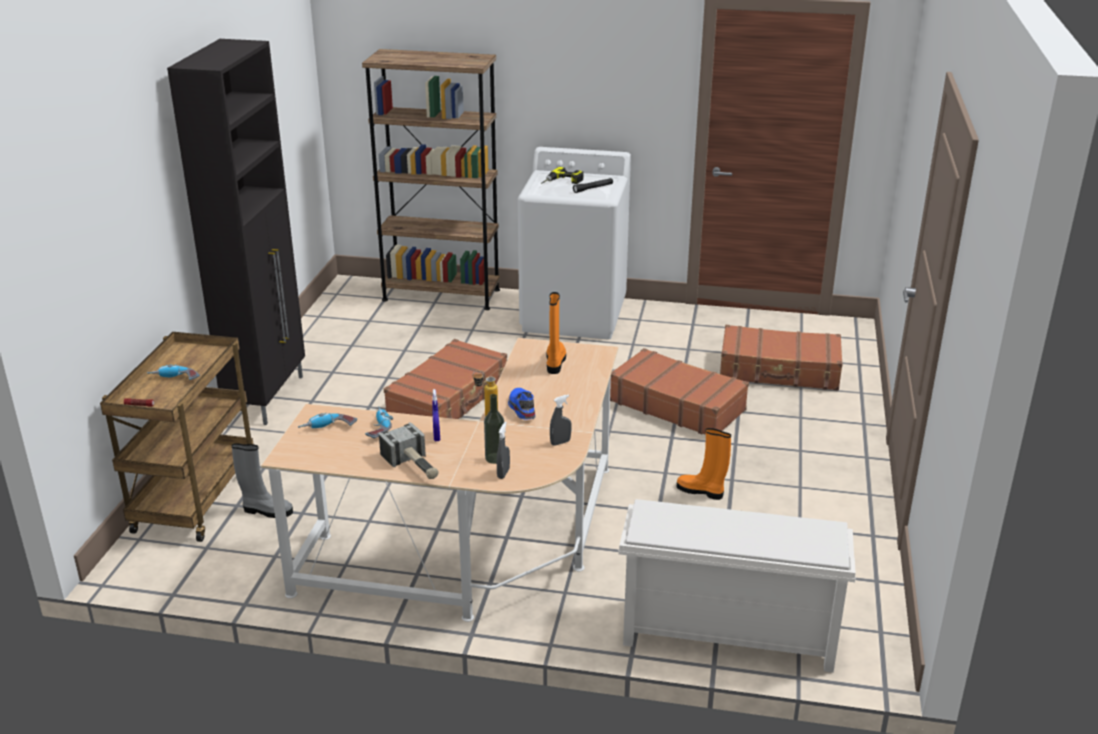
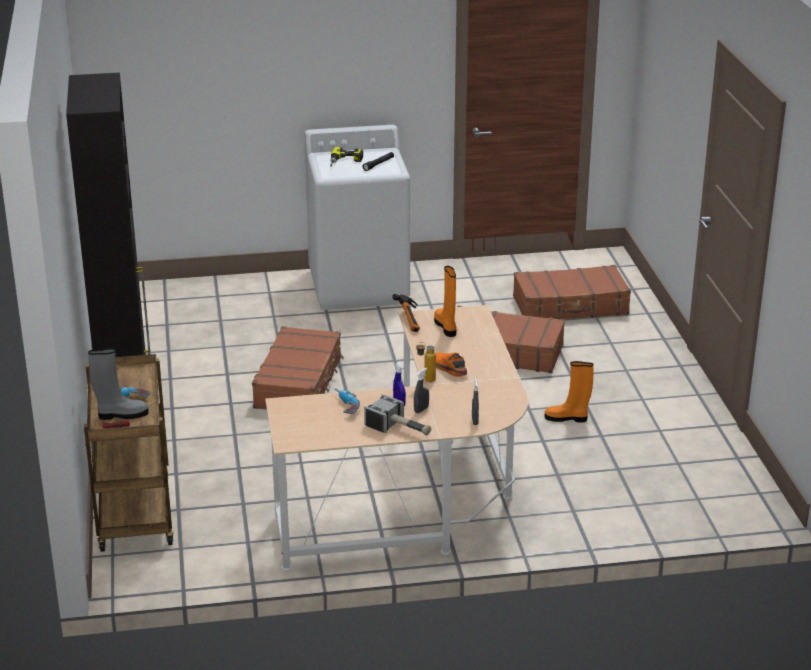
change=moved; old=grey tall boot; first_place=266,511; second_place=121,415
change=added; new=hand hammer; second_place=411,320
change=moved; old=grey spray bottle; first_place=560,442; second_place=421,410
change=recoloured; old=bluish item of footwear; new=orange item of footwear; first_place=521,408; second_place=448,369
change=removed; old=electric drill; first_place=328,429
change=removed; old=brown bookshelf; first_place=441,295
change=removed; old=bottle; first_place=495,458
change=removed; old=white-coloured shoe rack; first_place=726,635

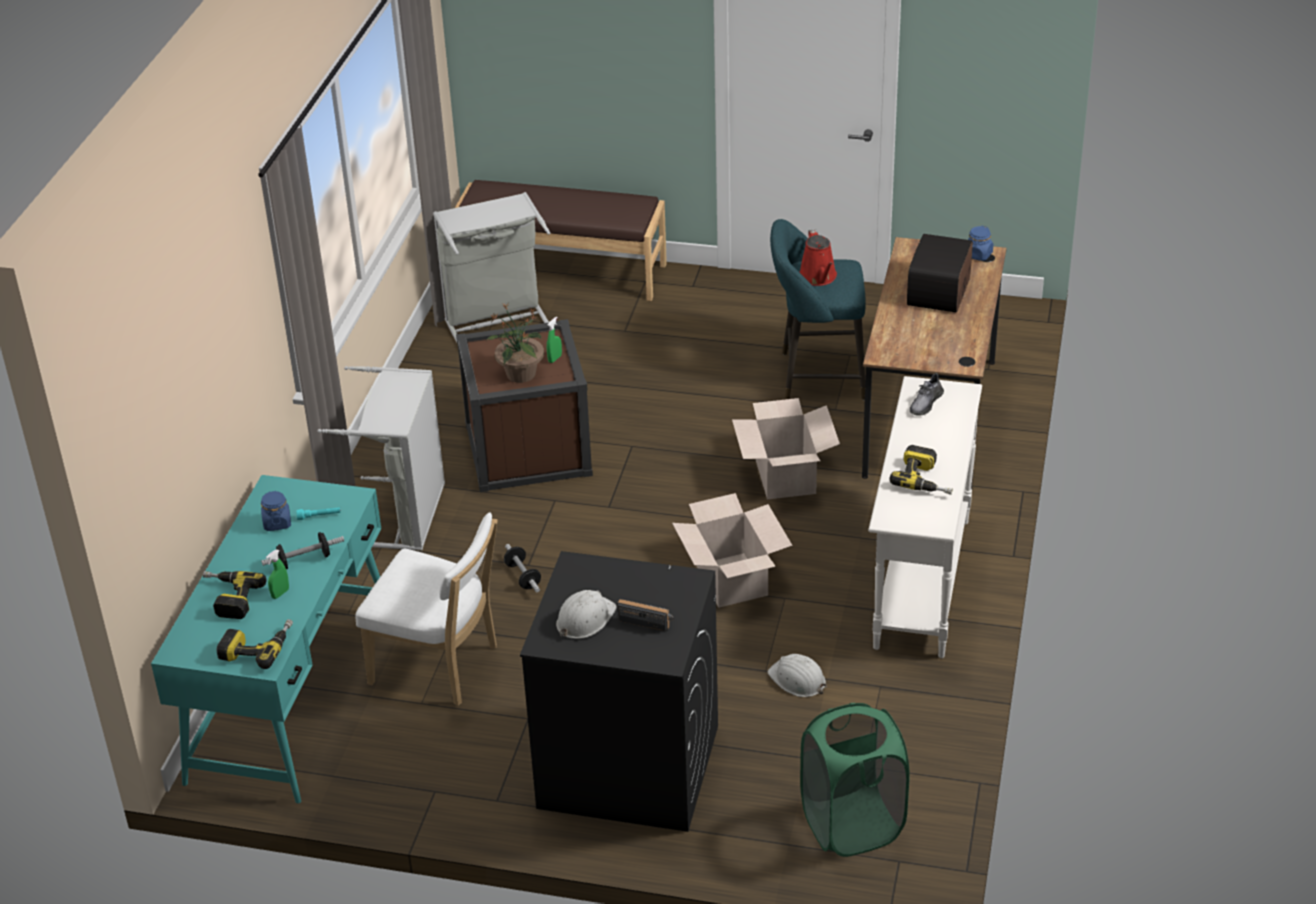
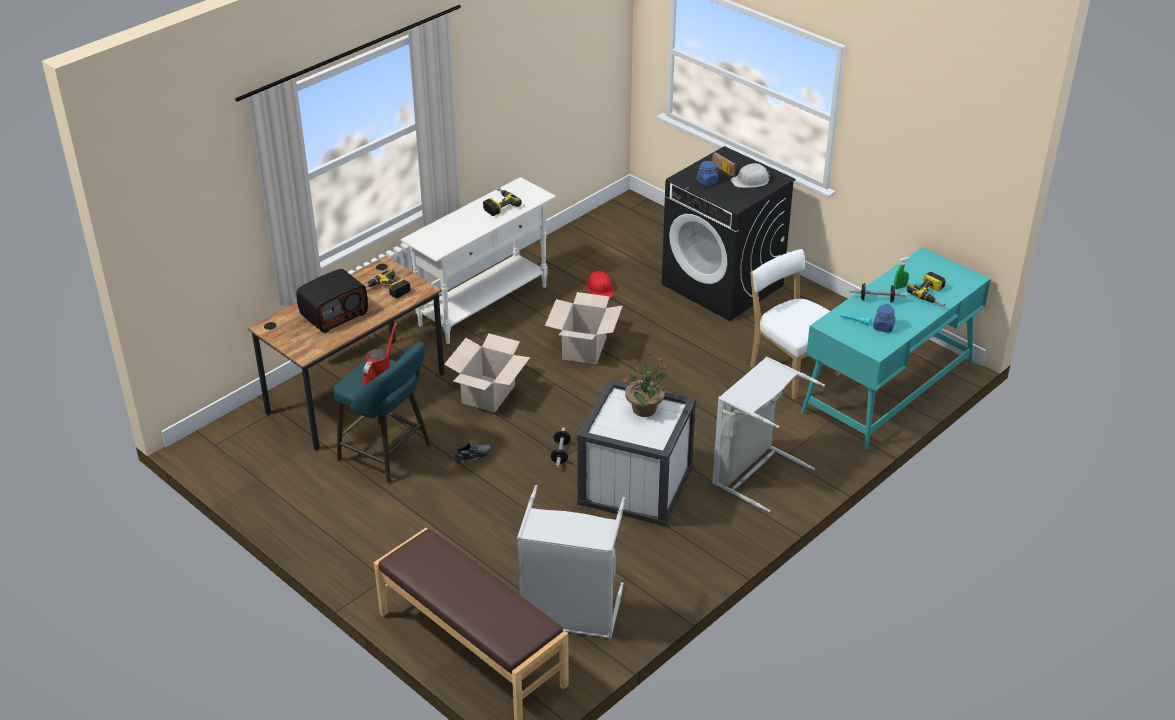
change=moved; old=electric drill; first_place=257,647; second_place=385,291
change=moved; old=grey item of footwear; first_place=925,403; second_place=473,456
change=moved; old=free weight; first_place=523,576; second_place=560,453
change=recoloured; old=brown storage bin; new=white-coloured storage bin; first_place=527,449; second_place=635,486
change=recoloured; old=white-coloured hard hat; new=red hard hat; first_place=797,680; second_place=600,288
change=moved; old=bluish preserve jar; first_place=978,255; second_place=707,181
change=removed; old=greenish spray bottle; first_place=555,358
change=removed; old=greenish hamper; first_place=852,825

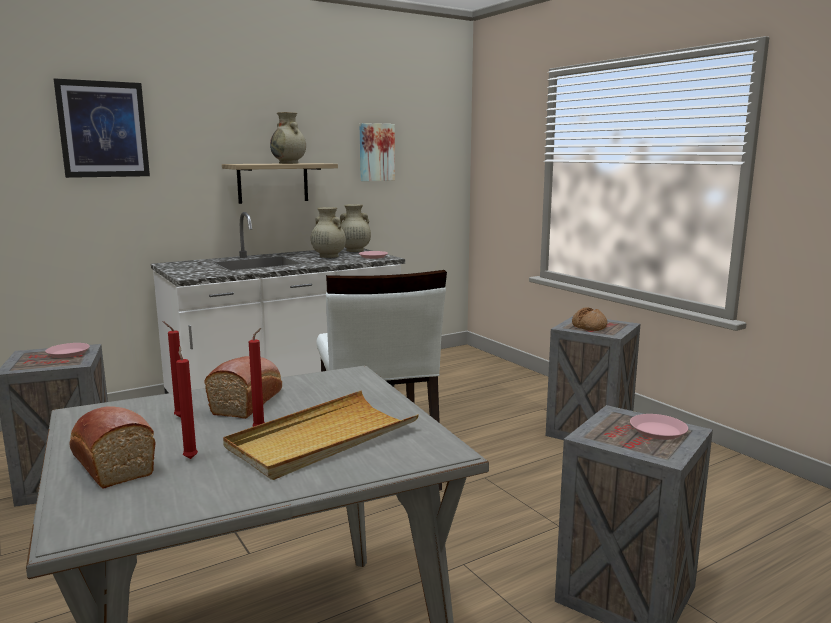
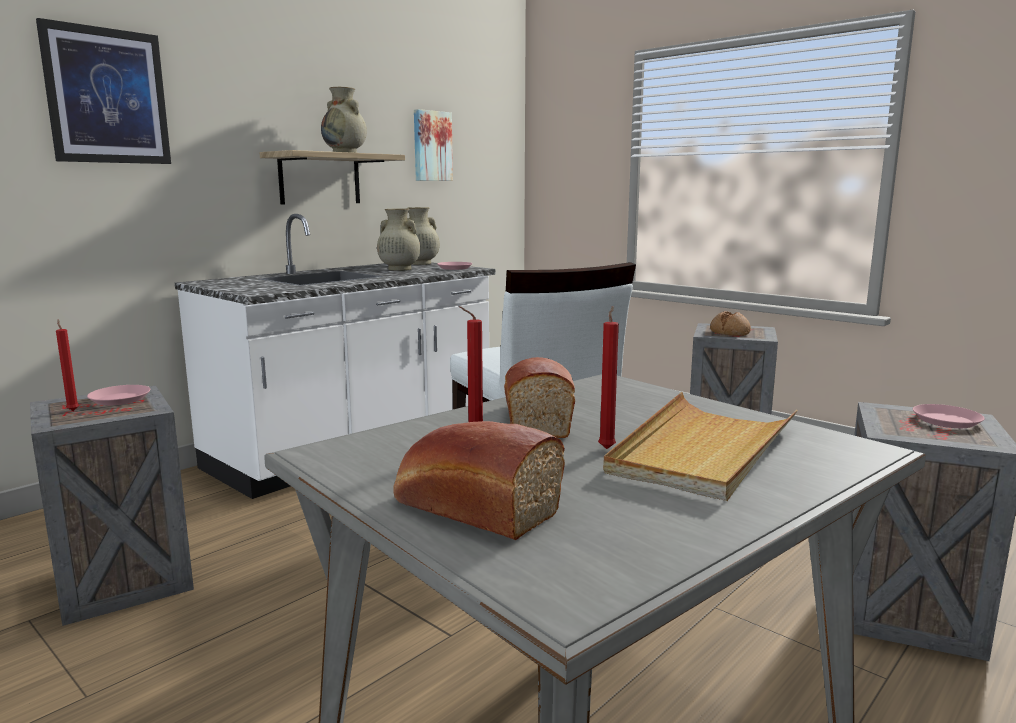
change=moved; old=red wax candle; first_place=190,457; second_place=73,410

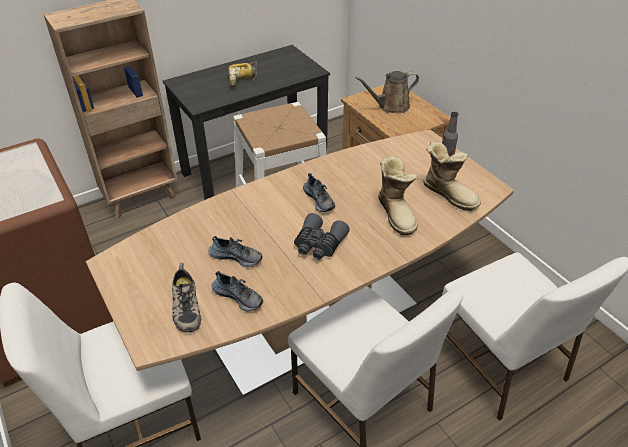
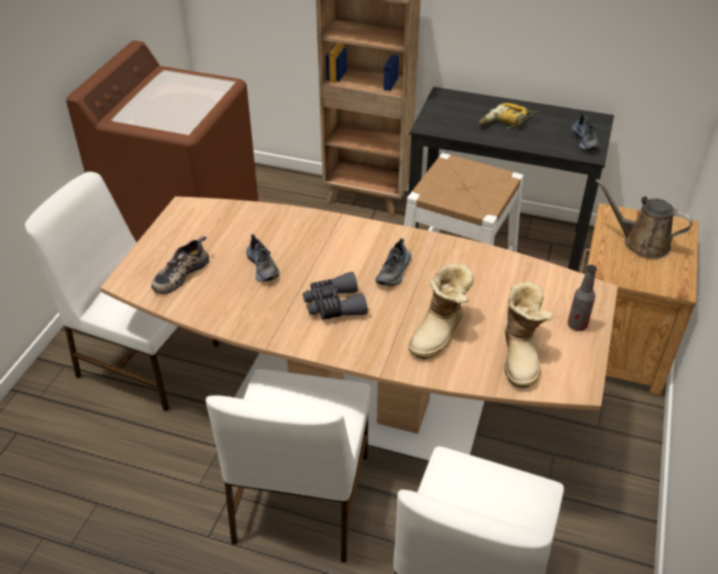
change=moved; old=item of footwear; first_place=238,296; second_place=585,141

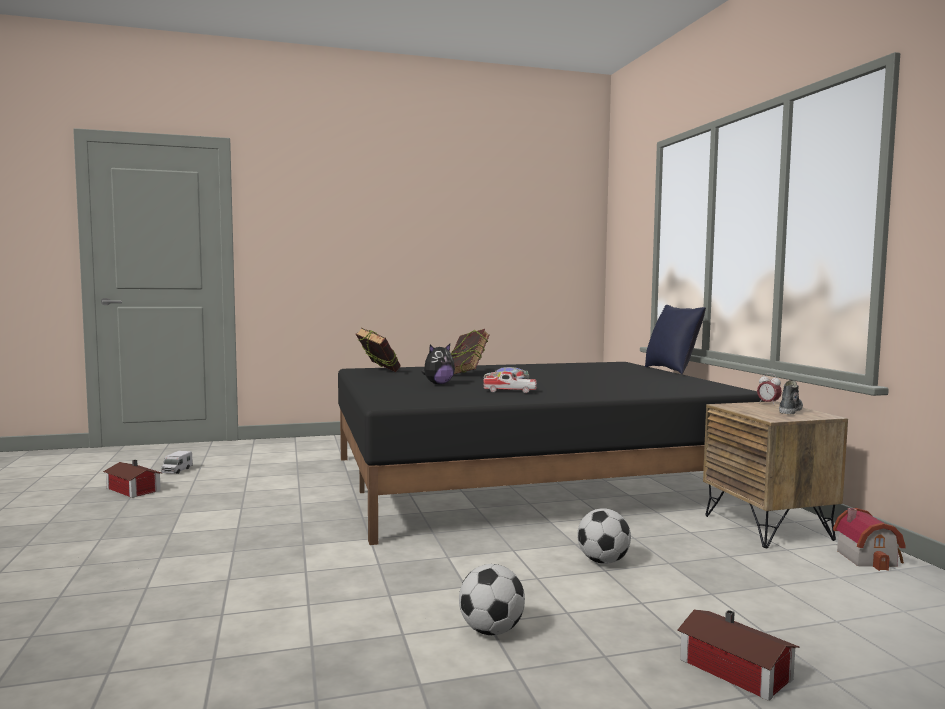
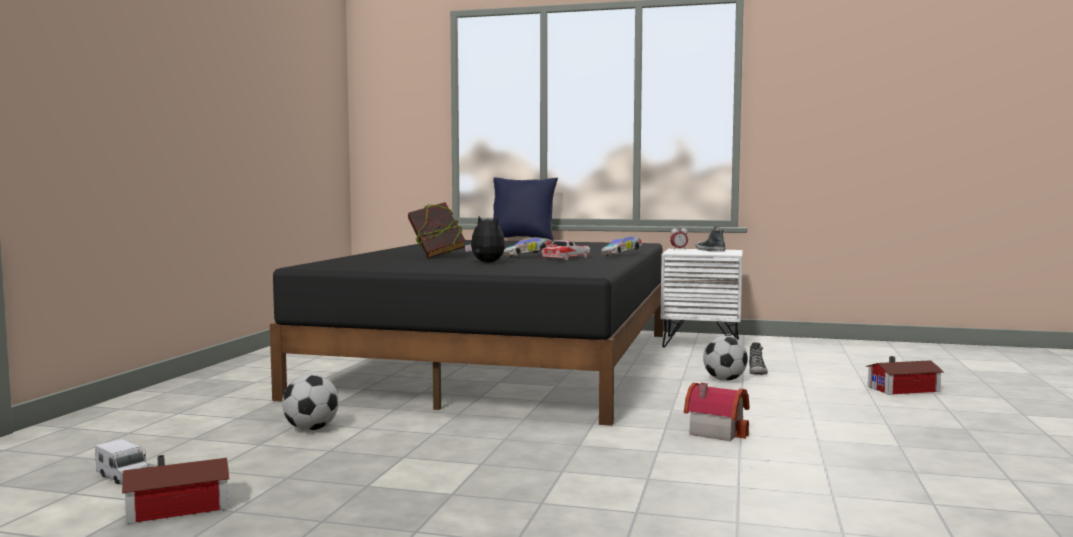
change=moved; old=ball for football; first_place=492,630; second_place=311,429
change=turned; old=plush toy; first_place=438,384; second_place=486,263; degrees=-45
change=added; new=toy car; second_place=622,255
change=recoloured; old=brown bedside table; new=white-coloured bedside table; first_place=768,527; second_place=701,343
change=moved; old=toy house; first_place=869,558; second_place=716,431
change=added; new=item of footwear; second_place=757,372
change=removed; old=bound book; first_place=378,372

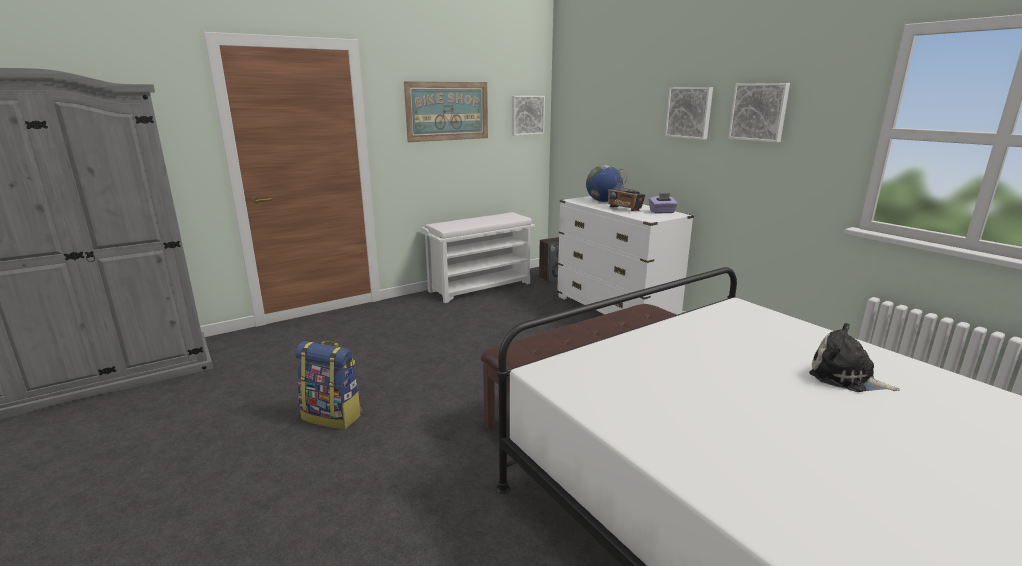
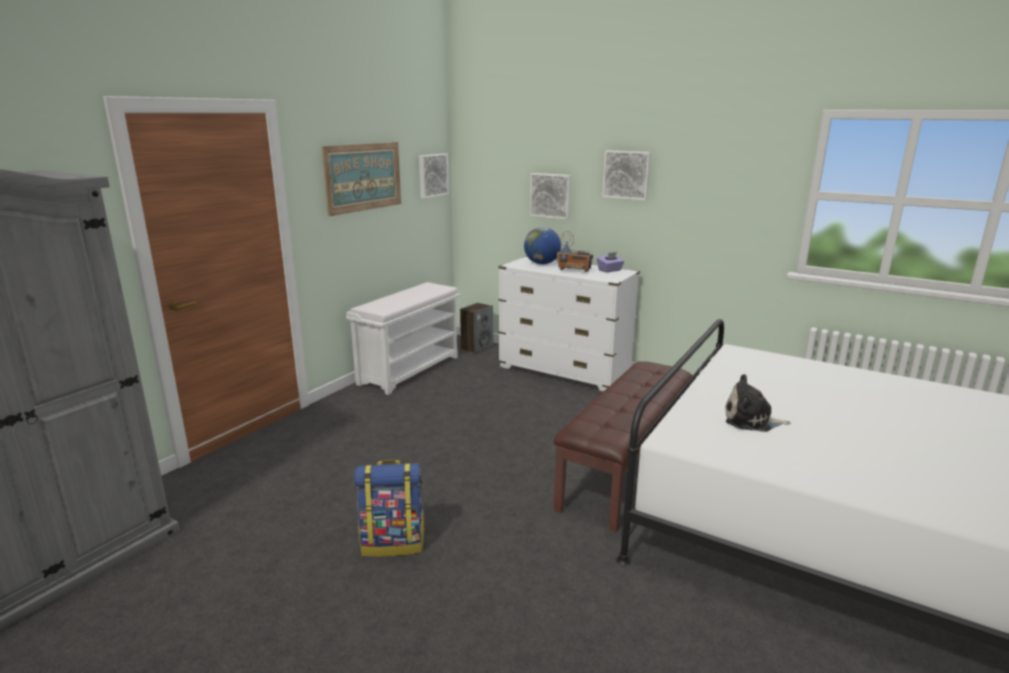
change=moved; old=wall picture; first_place=759,112; second_place=551,195
change=moved; old=plush toy; first_place=846,377; second_place=751,420

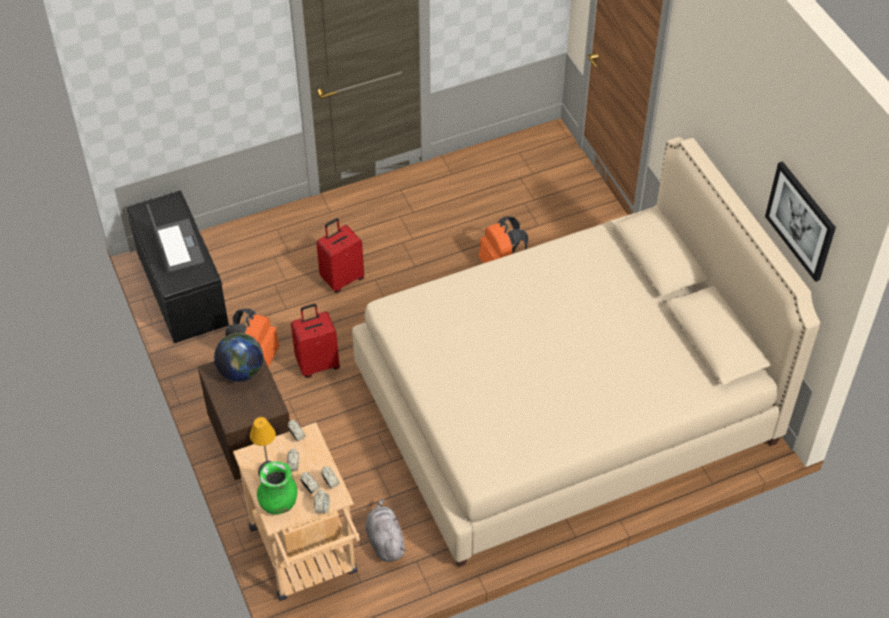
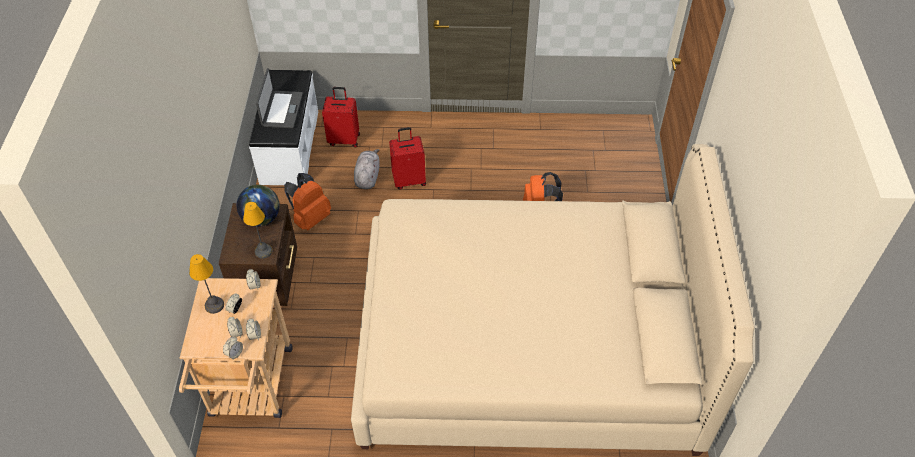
change=added; new=table lamp; second_place=263,251
change=recoloured; old=black bench; new=white-coloured bench; first_place=181,289; second_place=289,147
change=moved; old=red piece of luggage; first_place=317,364; second_place=344,139
change=moved; old=grey plush toy; first_place=385,541; second_place=367,177
change=removed; old=greenish flower vase; first_place=279,502
change=removed; old=wall picture; first_place=801,220

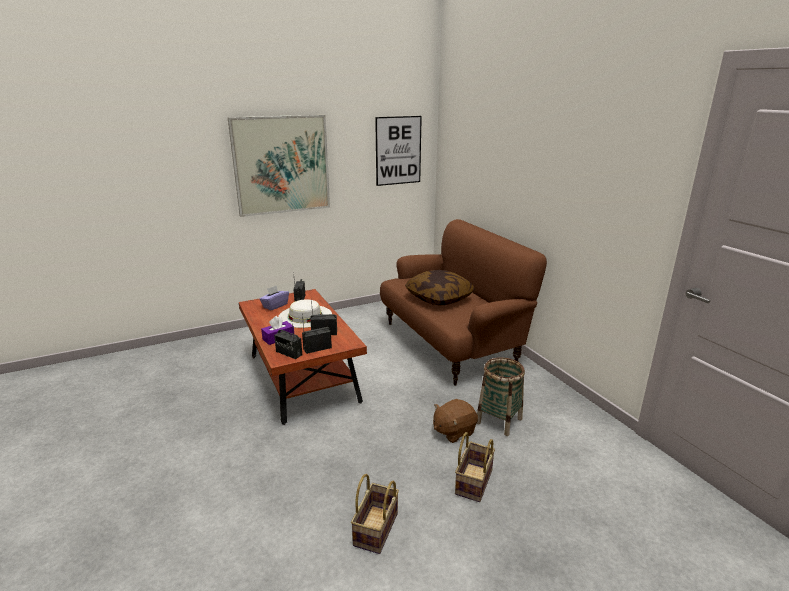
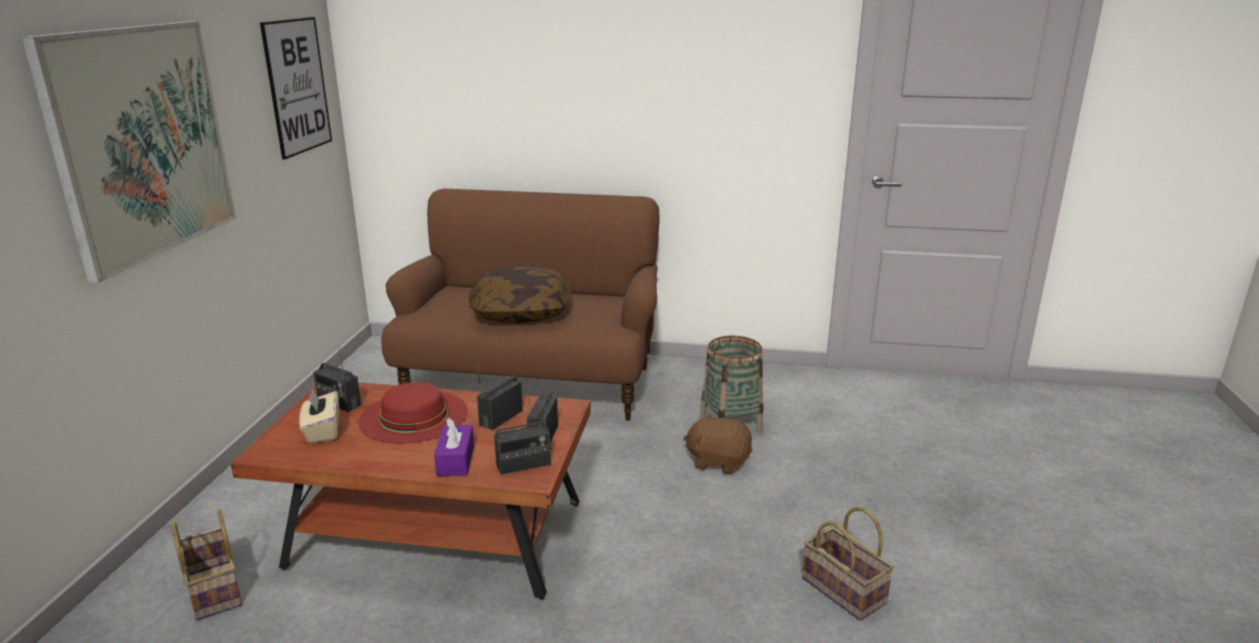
change=moved; old=storage basket; first_place=473,481; second_place=212,590
change=recoloured; old=purple box of tissues; new=beige-coloured box of tissues; first_place=275,306; second_place=322,431
change=recoloured; old=white-coloured clothing hat; new=red clothing hat; first_place=305,316; second_place=413,416
change=turned; old=brown plush toy; first_place=453,431; second_place=718,461; degrees=105

